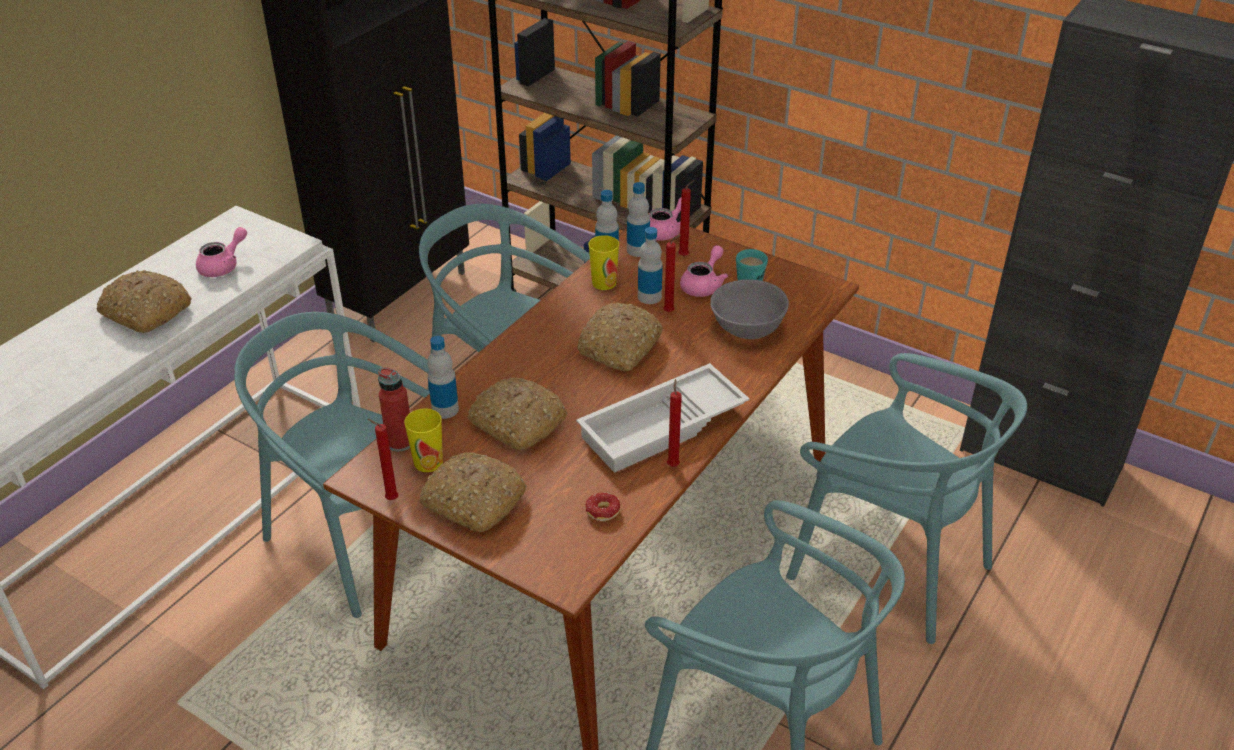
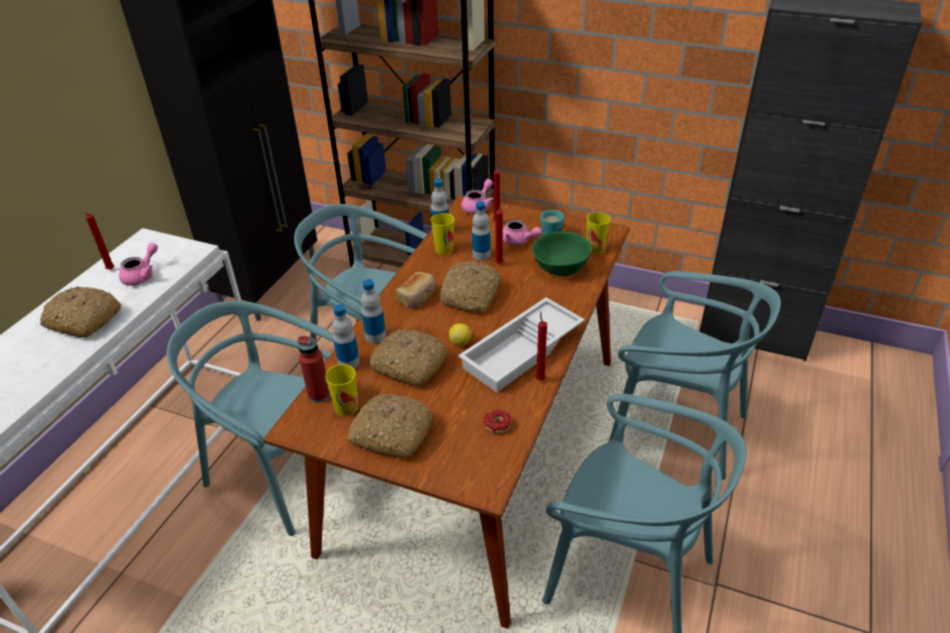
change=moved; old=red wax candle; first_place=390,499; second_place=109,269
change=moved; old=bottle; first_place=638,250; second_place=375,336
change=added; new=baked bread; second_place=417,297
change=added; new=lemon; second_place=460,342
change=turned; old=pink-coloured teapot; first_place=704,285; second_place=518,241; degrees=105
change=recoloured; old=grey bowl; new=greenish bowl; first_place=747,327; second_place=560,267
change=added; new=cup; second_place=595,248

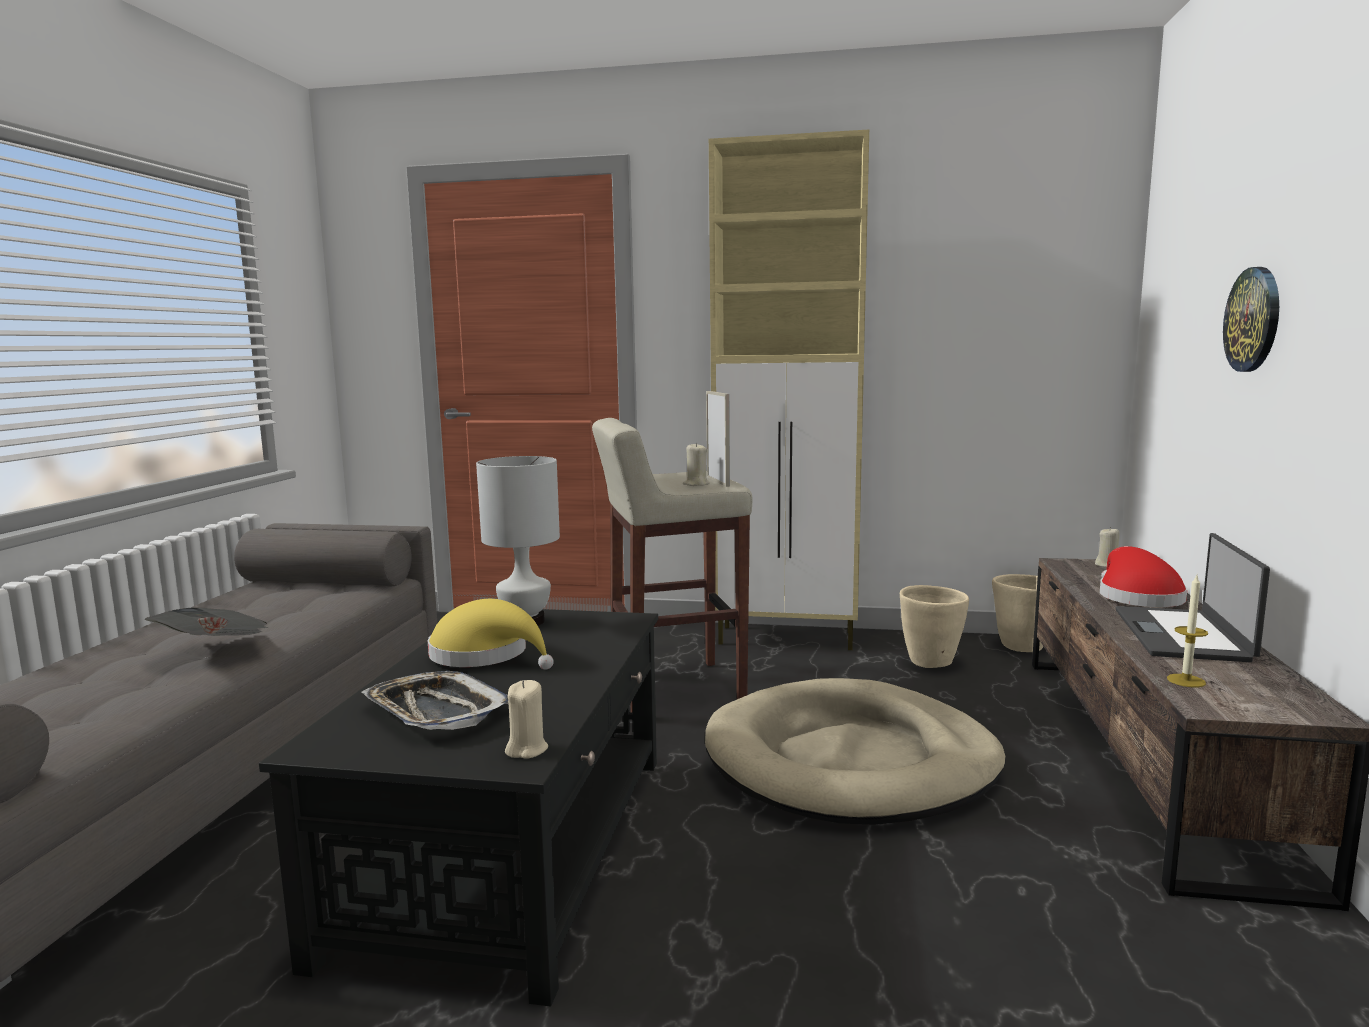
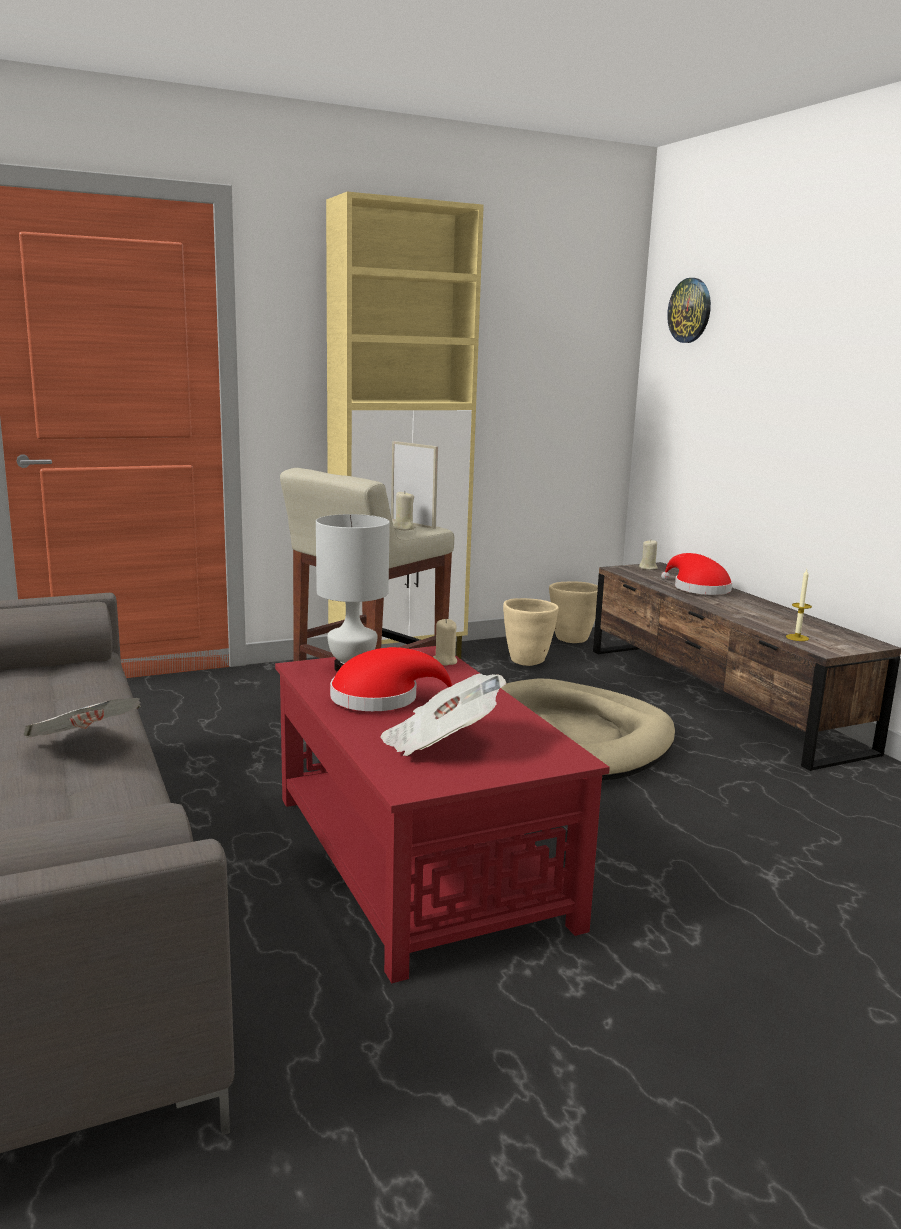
change=recoloured; old=black coffee table; new=red coffee table; first_place=512,847; second_place=418,857
change=recoloured; old=yellowish clothing hat; new=red clothing hat; first_place=486,655; second_place=382,699
change=replaced; old=carrying tray; new=daily paper; first_place=436,711; second_place=440,743
change=moved; old=beige-coloured wax candle; first_place=526,749; second_place=444,661
change=moved; old=clock on the wall; first_place=1253,319; second_place=690,310
change=removed; old=notebook computer; first_place=1183,635

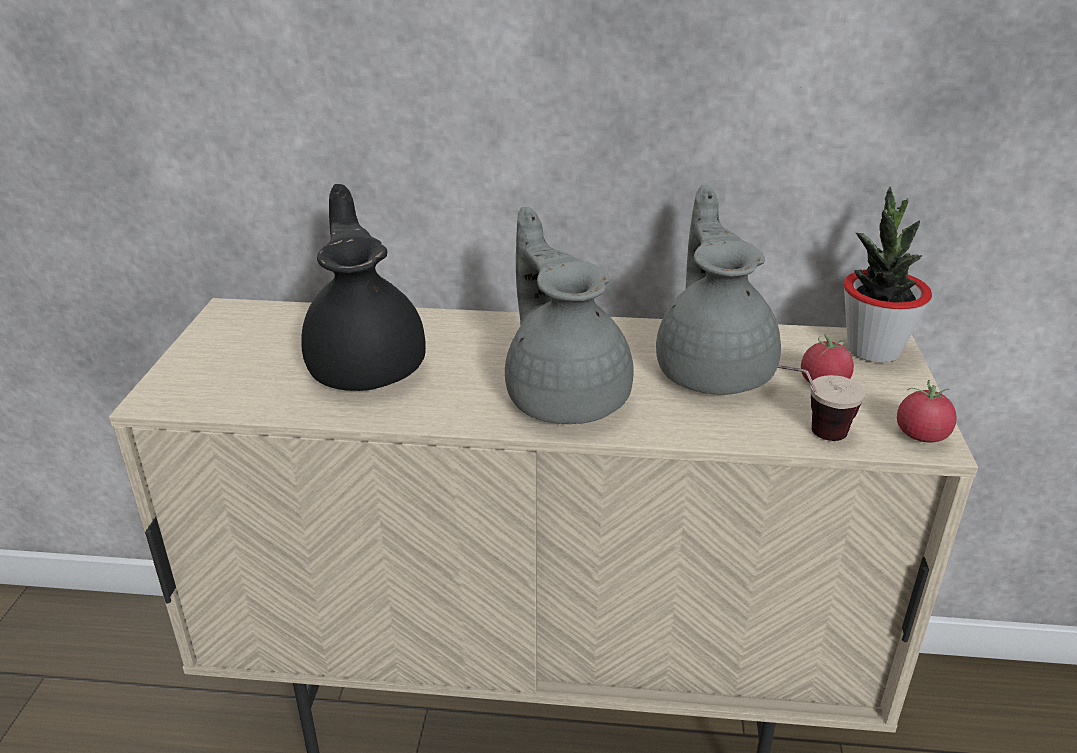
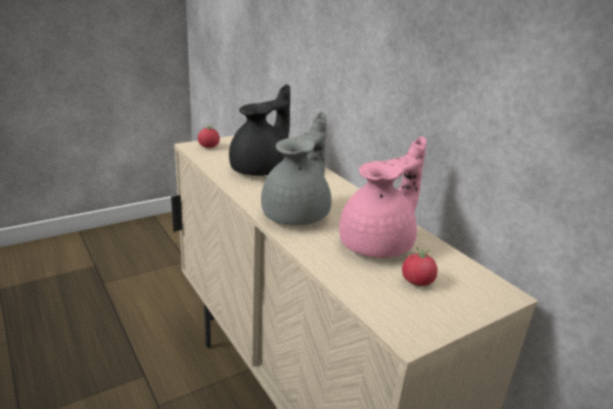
change=moved; old=whole tomato; first_place=921,436; second_place=208,146
change=recoloured; old=grey teapot; new=pink-coloured teapot; first_place=713,369; second_place=379,244
change=removed; old=cup; first_place=809,434
change=removed; old=houseplant; first_place=873,350

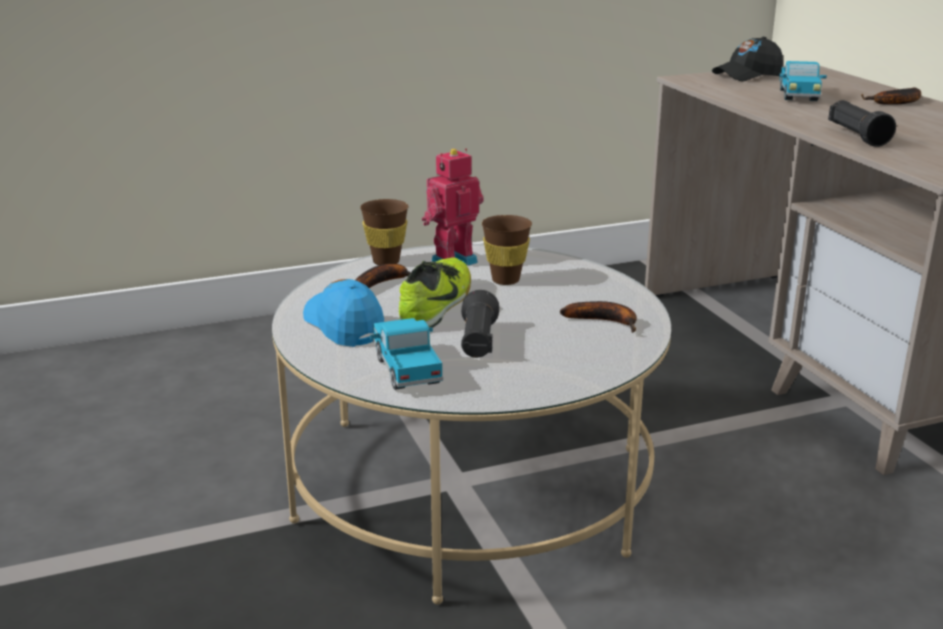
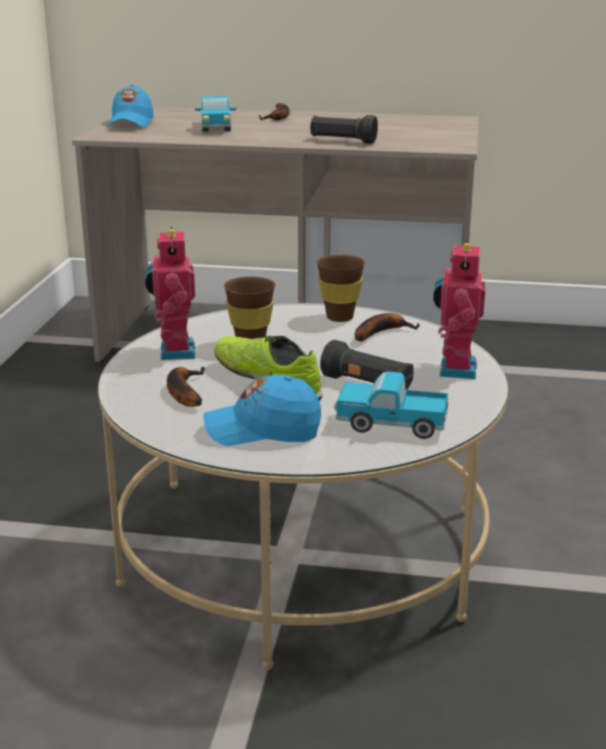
change=recoloured; old=black cap; new=bluish cap; first_place=747,76; second_place=131,123
change=turned; old=toy truck; first_place=798,96; second_place=216,127; degrees=45
change=moved; old=brown cup; first_place=386,261; second_place=339,317
change=added; new=robot figure; second_place=454,369

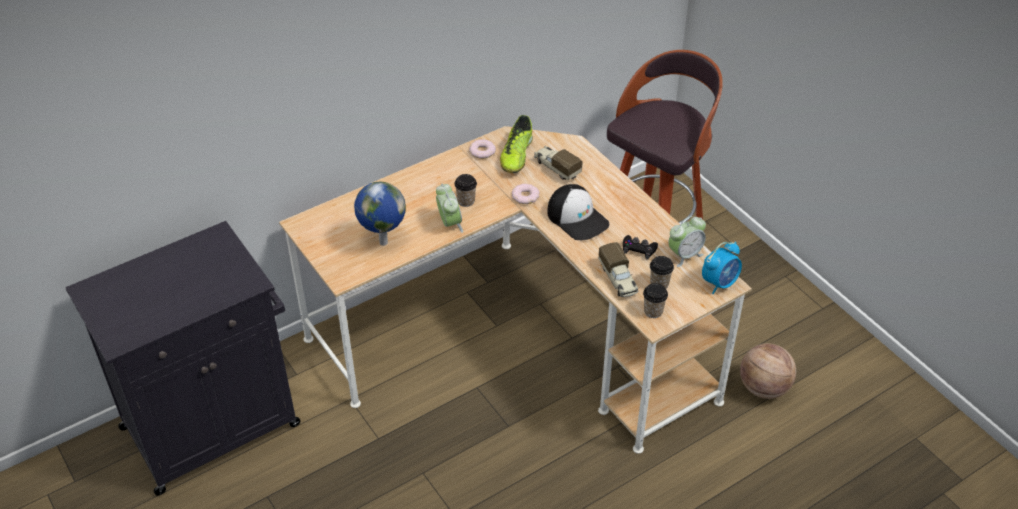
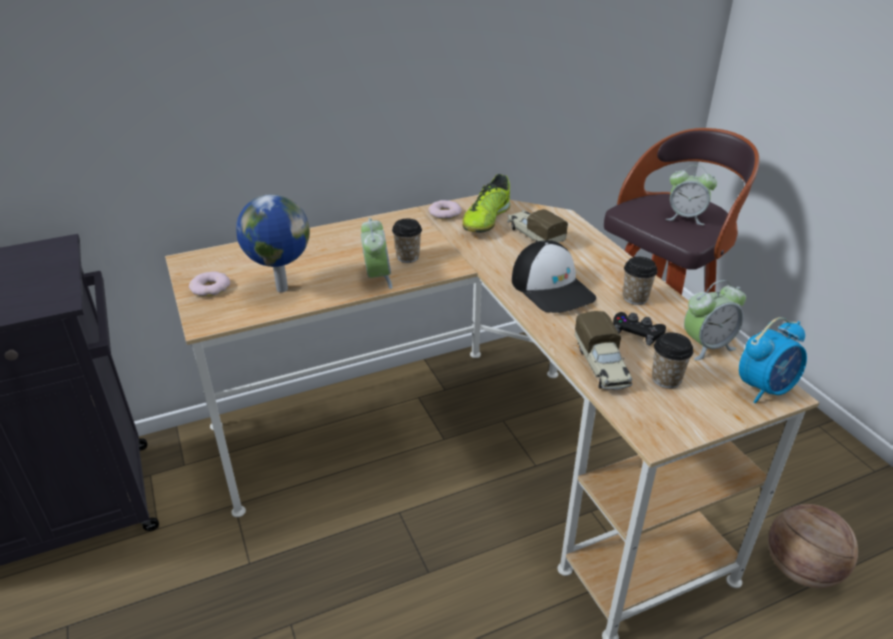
change=moved; old=ring doughnut; first_place=525,196; second_place=210,288
change=moved; old=cup; first_place=653,311; second_place=635,298
change=added; new=table clock; second_place=685,217

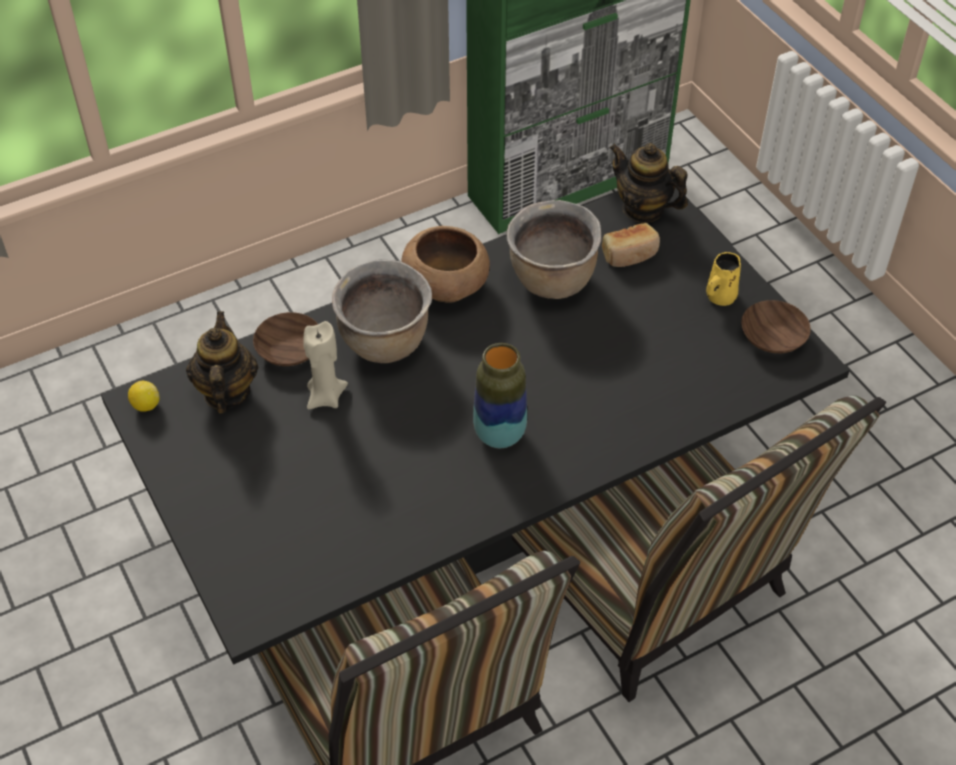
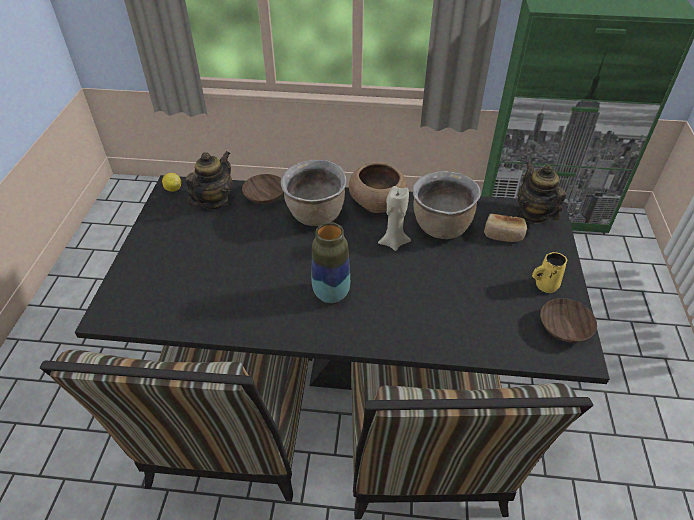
change=moved; old=beige-coloured wax candle; first_place=325,397; second_place=393,242

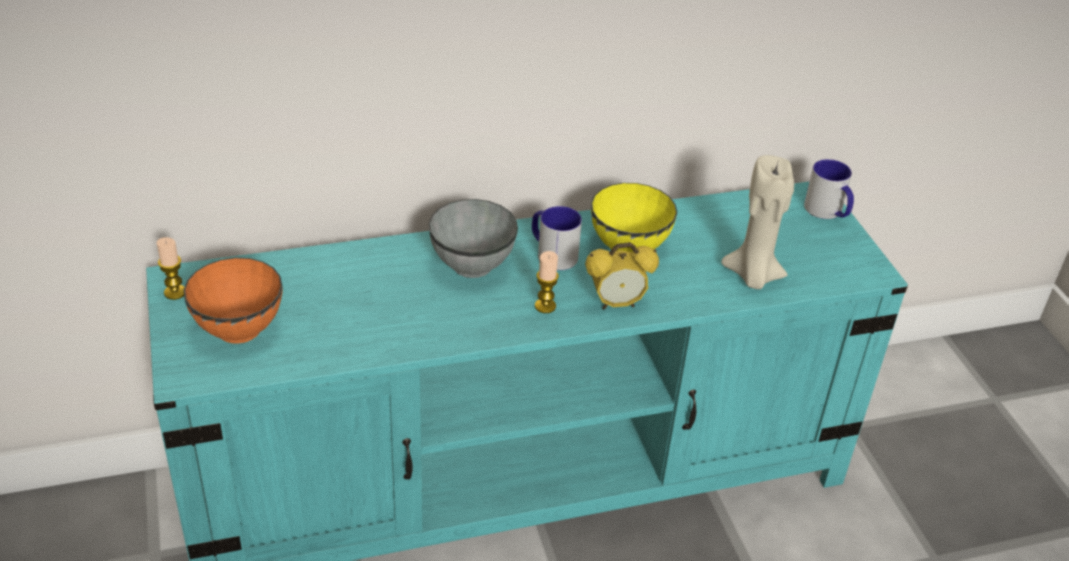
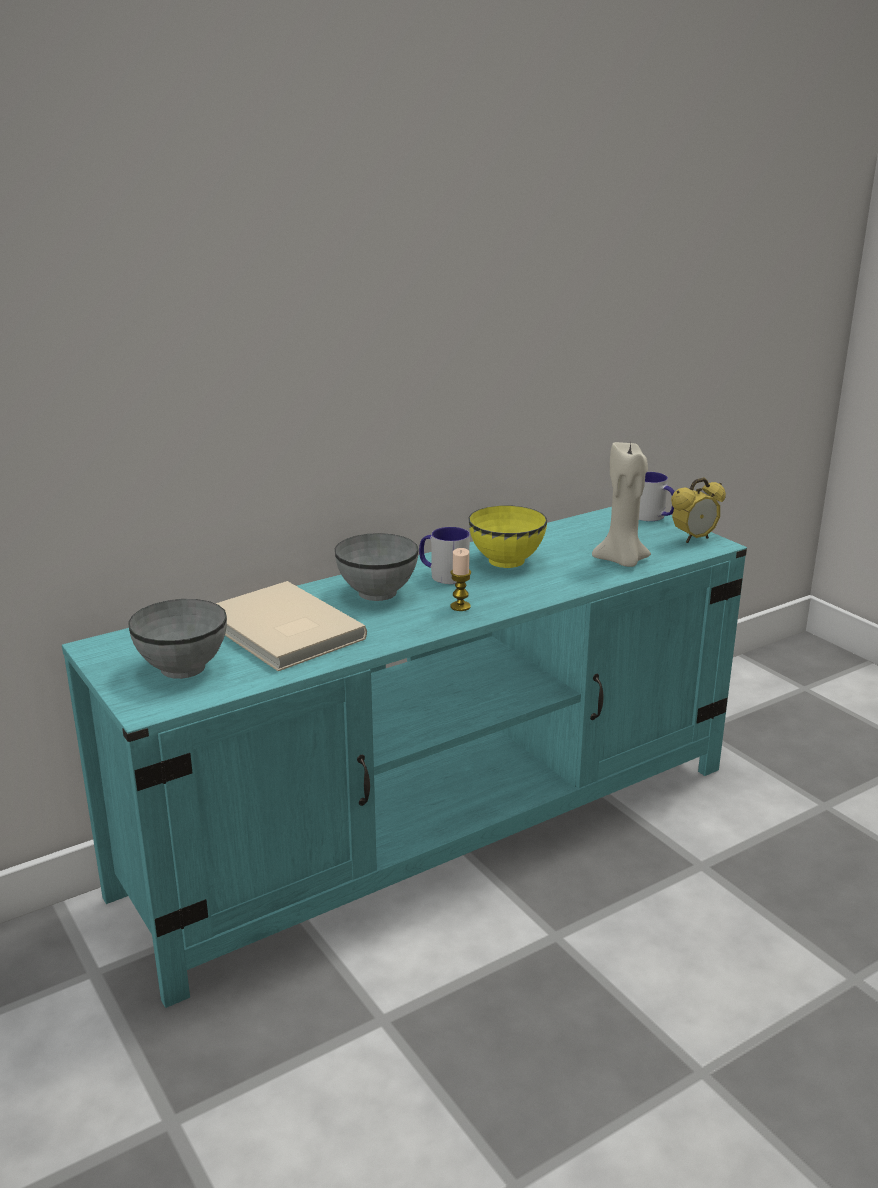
change=recoloured; old=orange bowl; new=grey bowl; first_place=240,328; second_place=183,667
change=added; new=beige-coloured bound book; second_place=281,631
change=moved; old=table clock; first_place=617,304; second_place=694,539
change=removed; old=wax candle; first_place=175,292

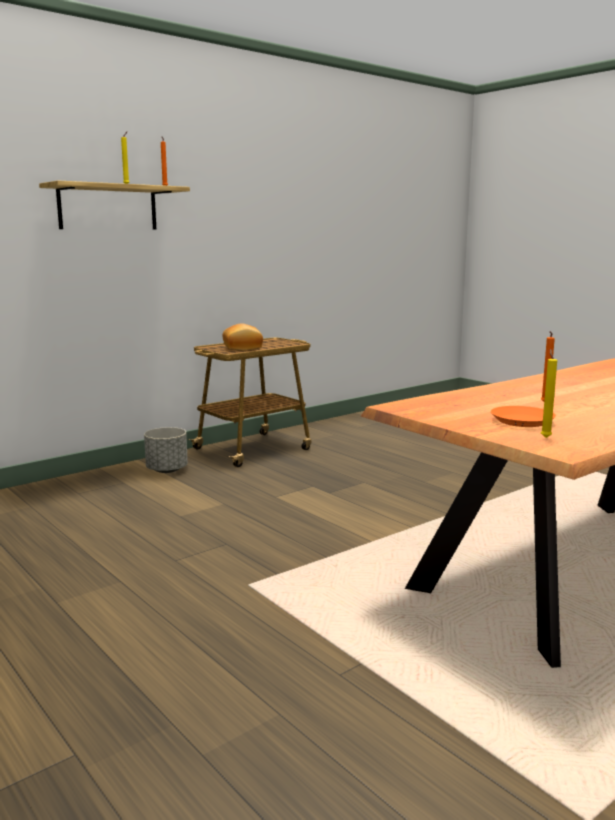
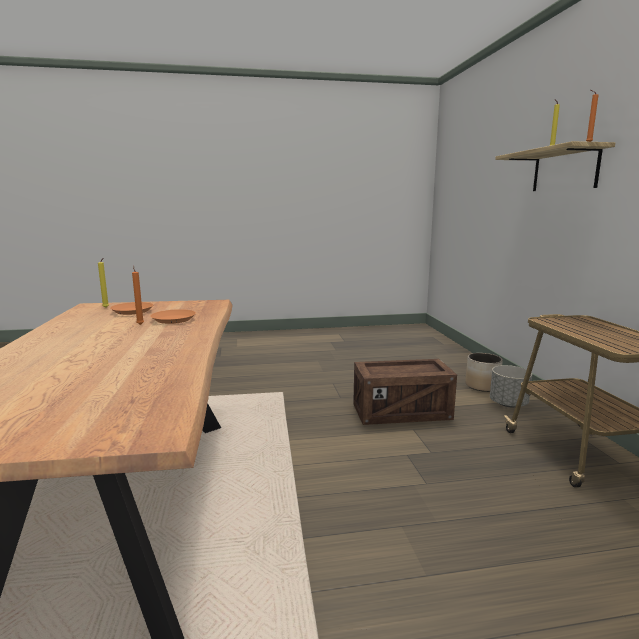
change=added; new=orange plate; second_place=174,320
change=added; new=packing crate; second_place=401,412
change=added; new=flower pot; second_place=482,386
change=removed; old=baked bread; first_place=243,347

